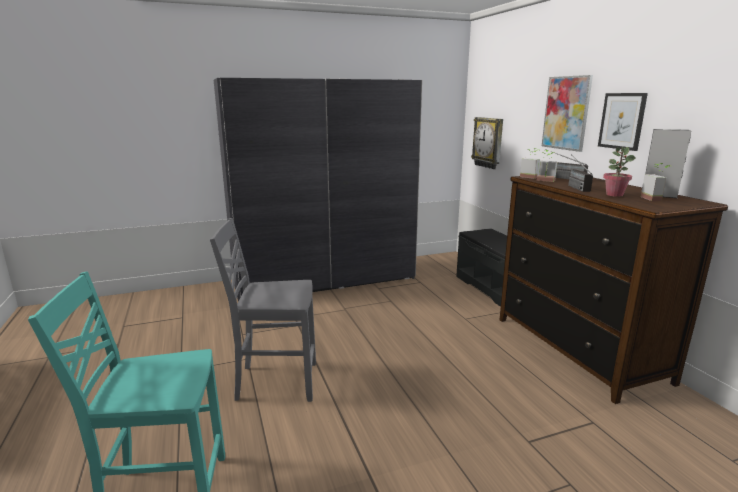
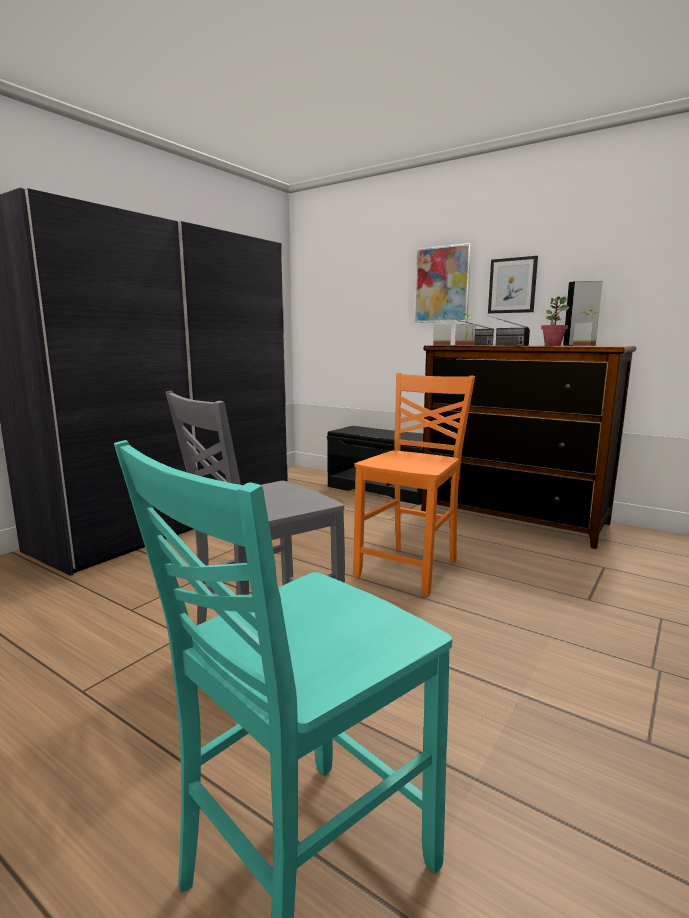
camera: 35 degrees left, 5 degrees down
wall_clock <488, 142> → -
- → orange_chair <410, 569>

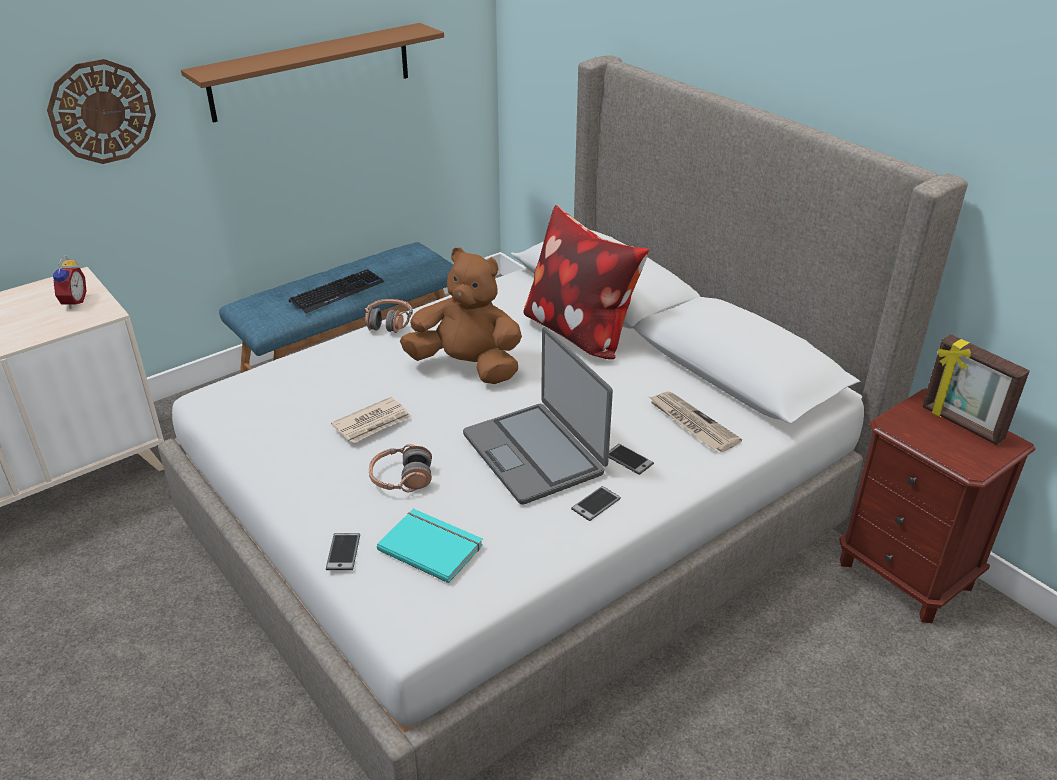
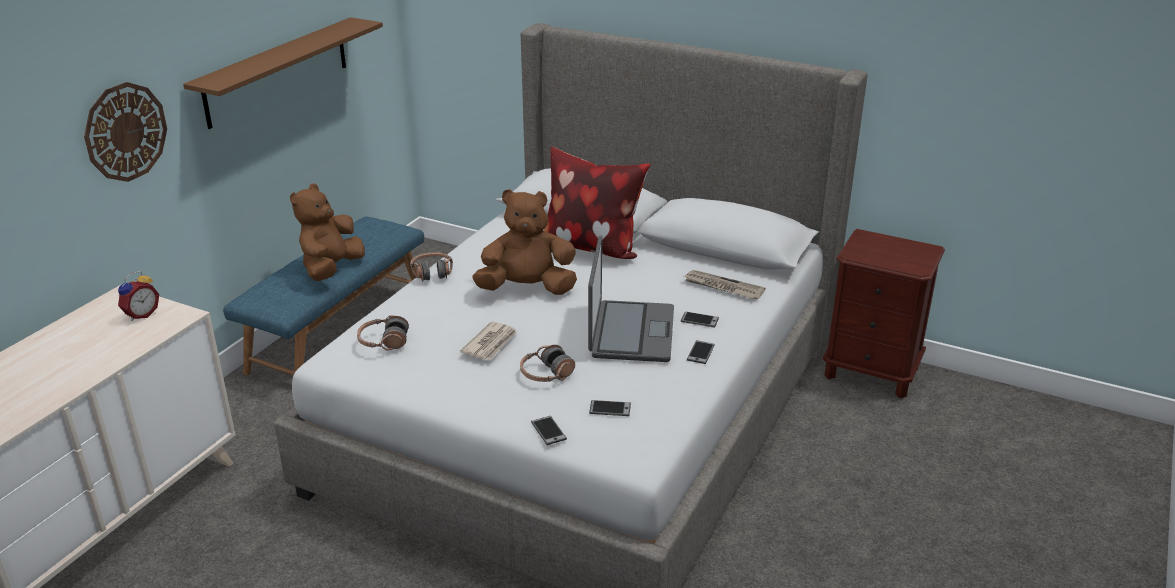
camera: 25 degrees left, 5 degrees down
alarm_clock <72, 302> → alarm_clock <141, 314>, 60 degrees clockwise
keyboard <337, 292> → brown_plush_toy <331, 269>
laptop <535, 453> → laptop <631, 333>, 120 degrees counterclockwise
picture_frame <961, 424> → -
turquoise_book <431, 546> → phone <610, 409>
- → headphones <383, 342>

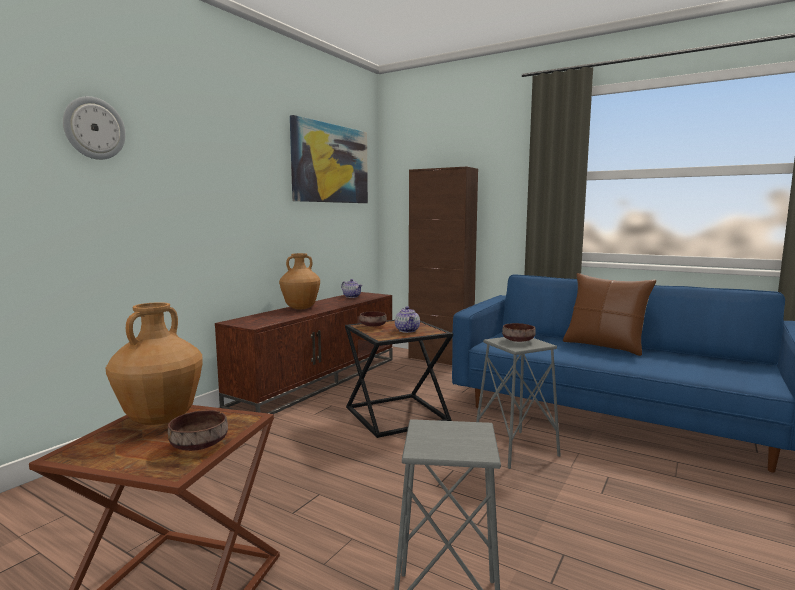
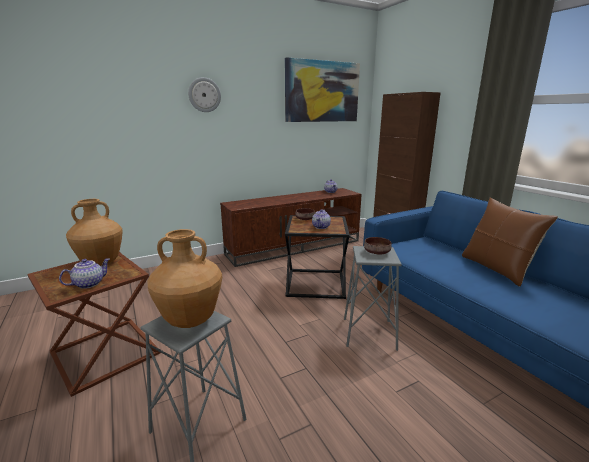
camera: 30 degrees right, 10 degrees up
wall_clock <94, 128> → wall_clock <204, 95>, moved
brown_vase <301, 308> → brown_vase <191, 320>, moved
brown_bowl <197, 445> → teapot <89, 284>

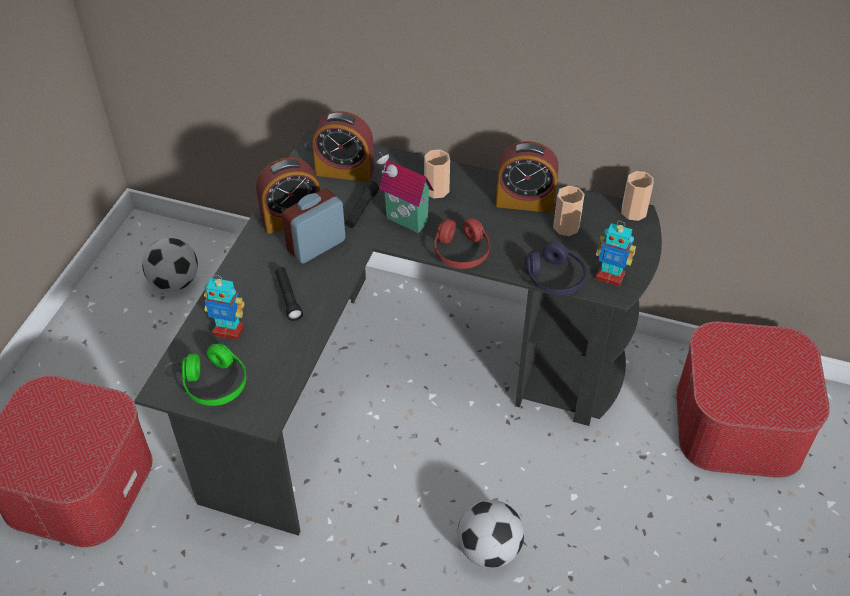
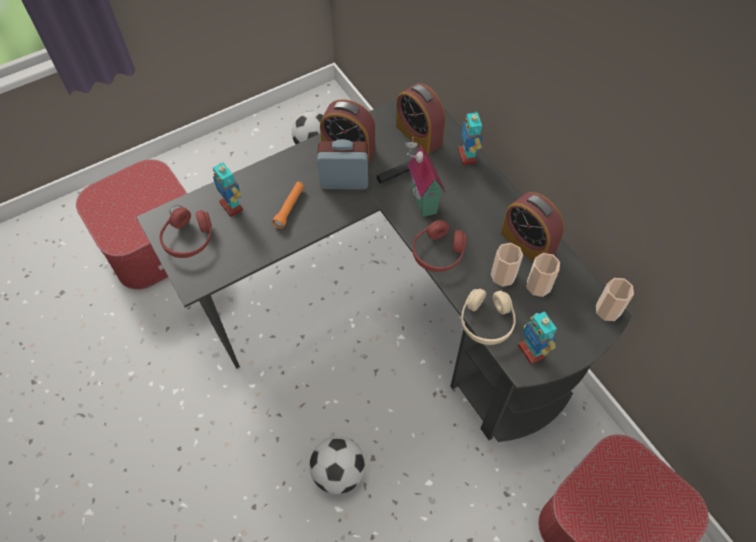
camera: 40 degrees right, 10 degrees up
cup <436, 190> → cup <503, 276>, moved
purple_headphones <555, 278> → beige_headphones <486, 322>
black_flashlight <288, 297> → orange_flashlight <289, 208>
green_headphones <215, 384> → red_headphones <188, 239>
- → toy_robot <467, 156>

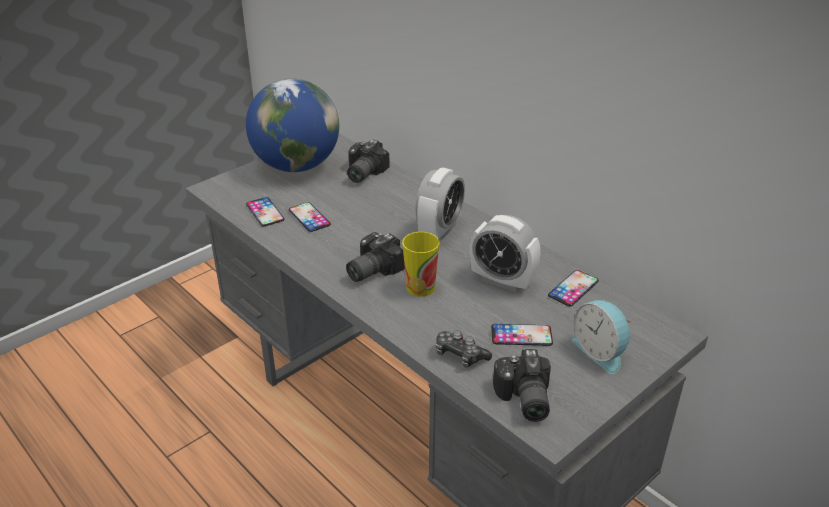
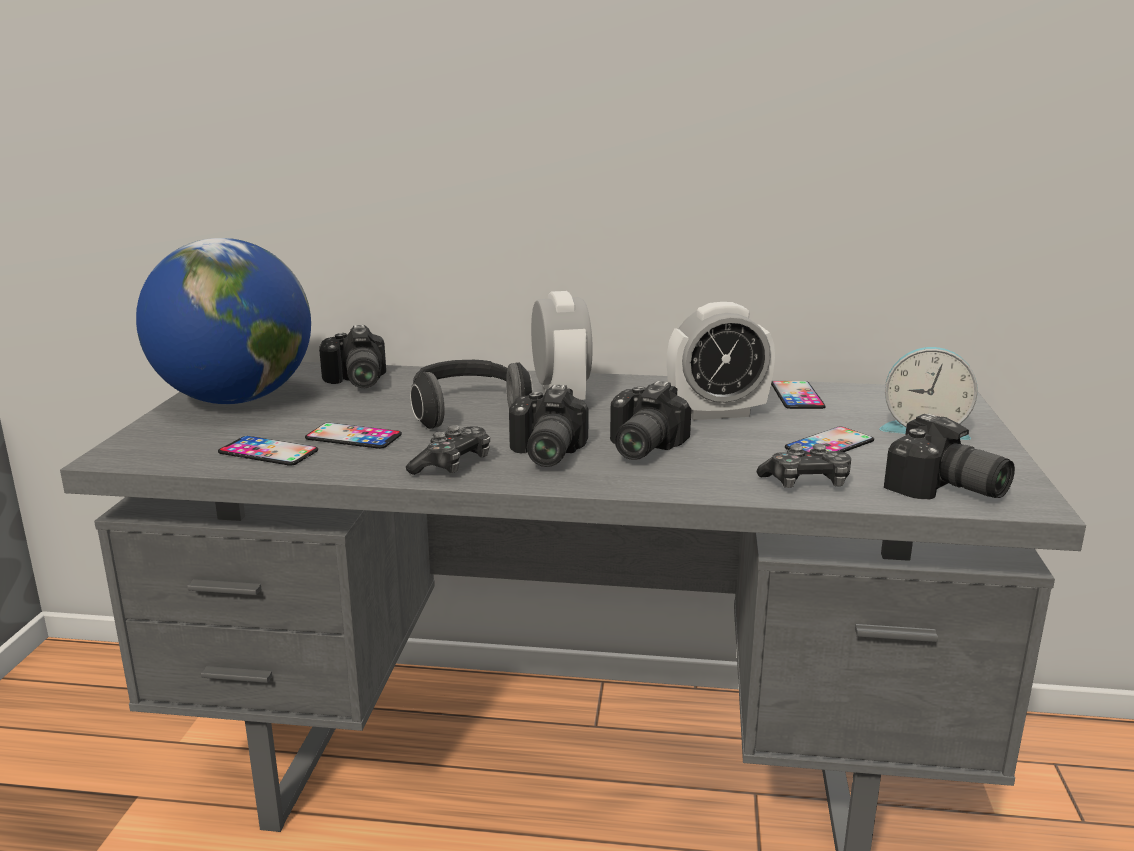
camera: 40 degrees left, 15 degrees down
cup <420, 287> → photo_camera <638, 447>
- → headphones <467, 412>
- → game_controller <452, 465>

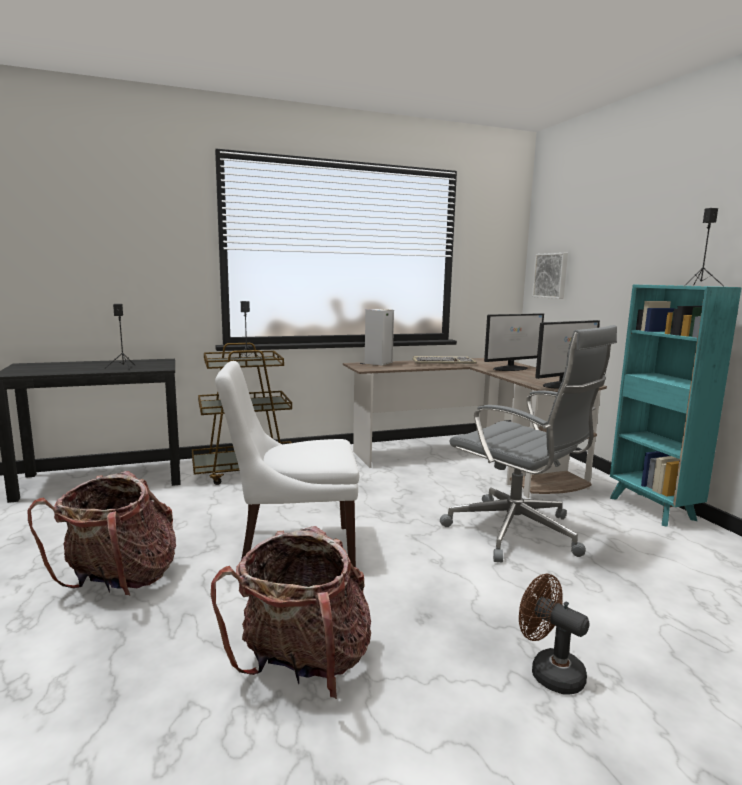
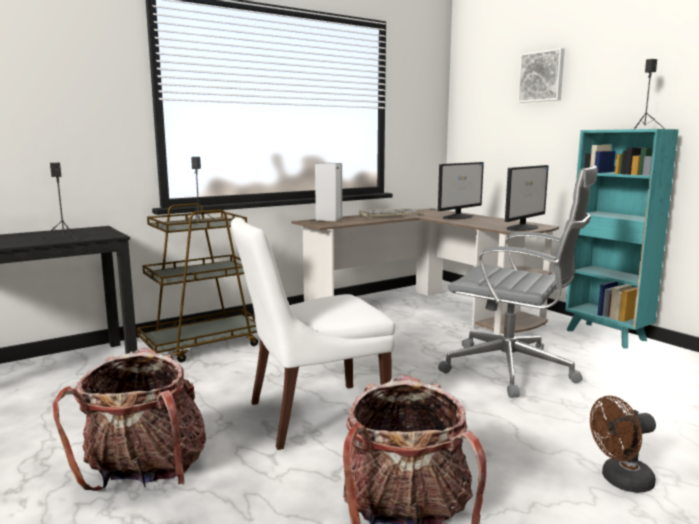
camera: 15 degrees left, 0 degrees up
picture <551, 275> → picture <541, 76>, moved
brown_fan <549, 671> → brown_fan <620, 481>, 45 degrees counterclockwise

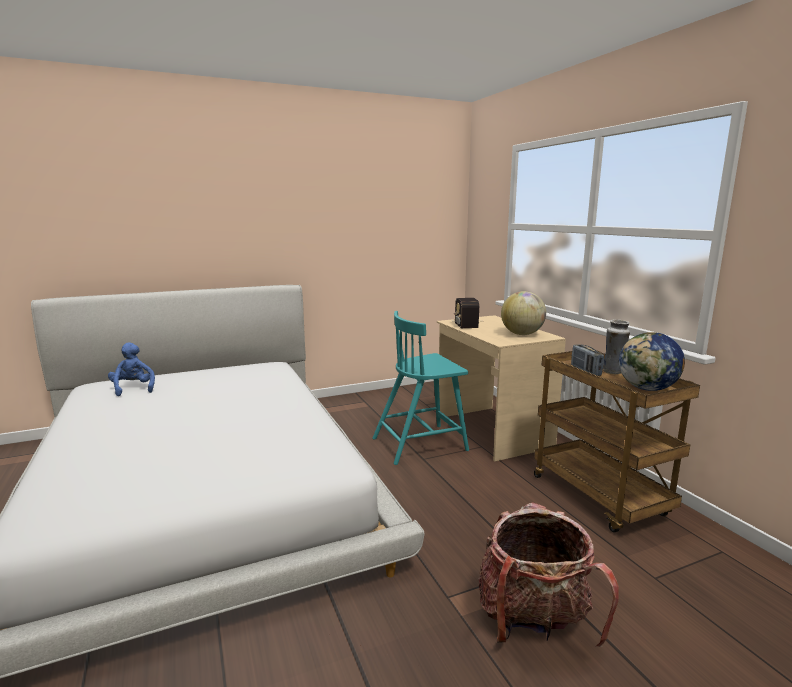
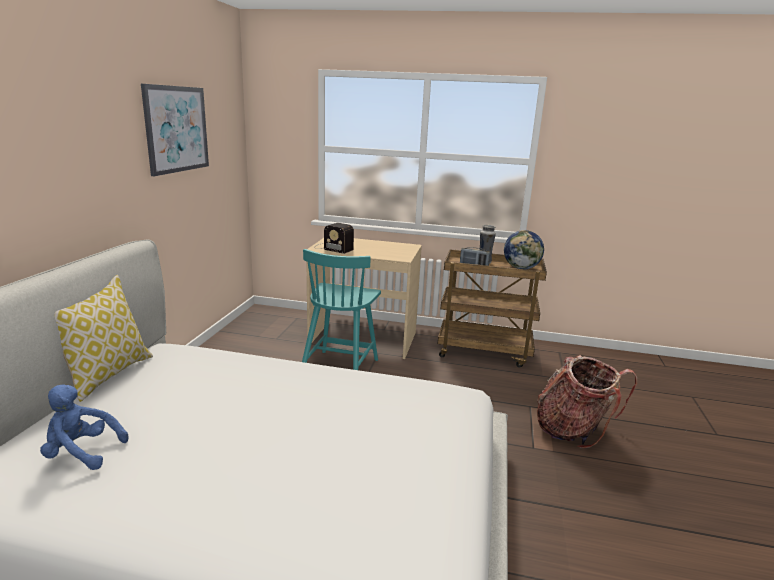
camera: 55 degrees left, 5 degrees up
globe <522, 334> → -
- → picture <176, 129>
- → pillow <107, 374>

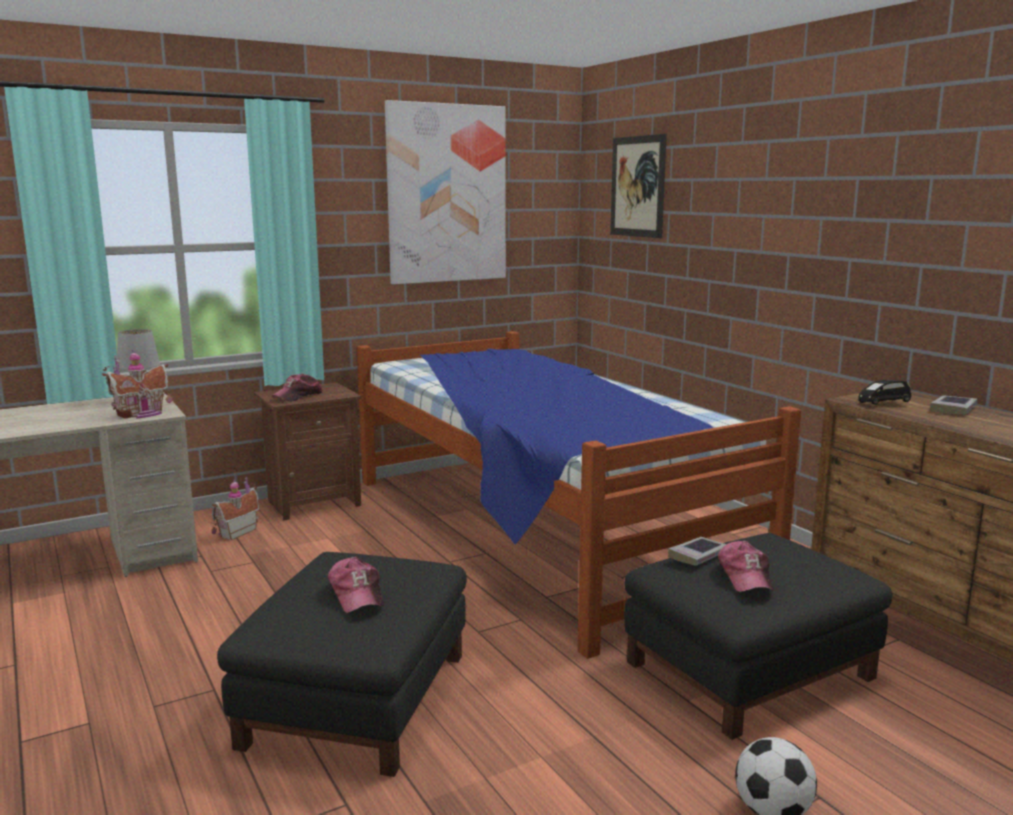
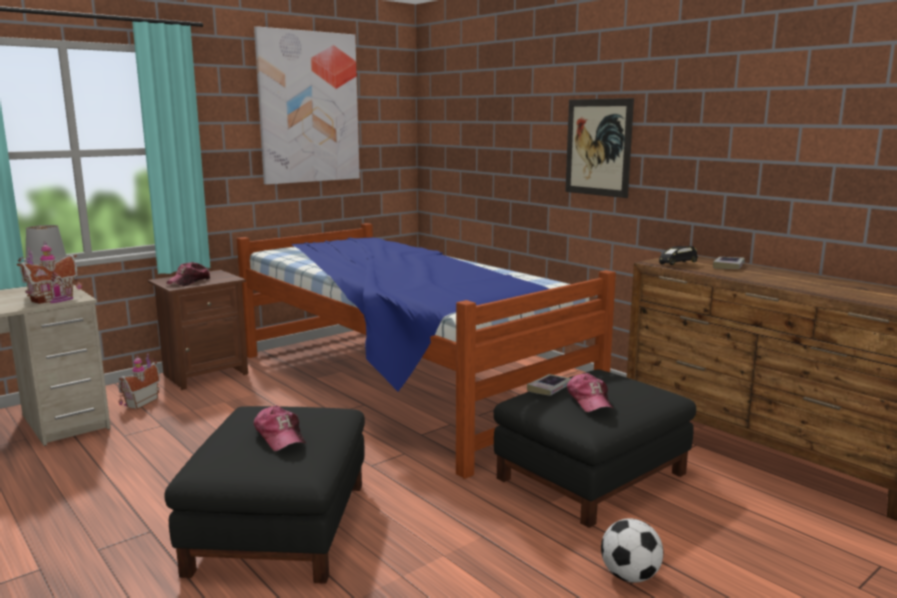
camera: 10 degrees left, 0 degrees up
picture <637, 186> → picture <598, 147>, moved

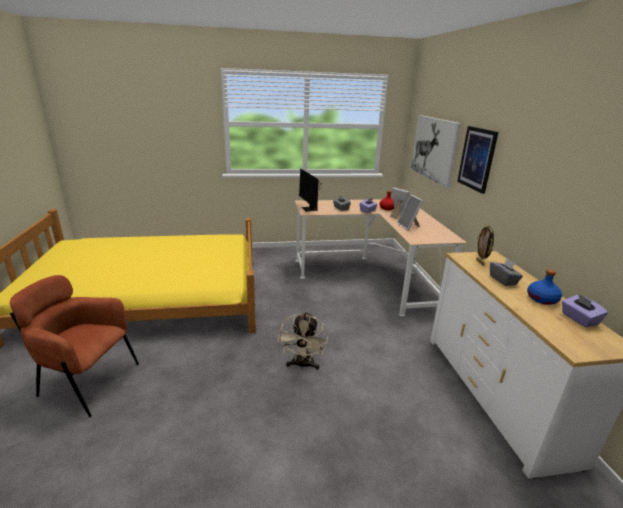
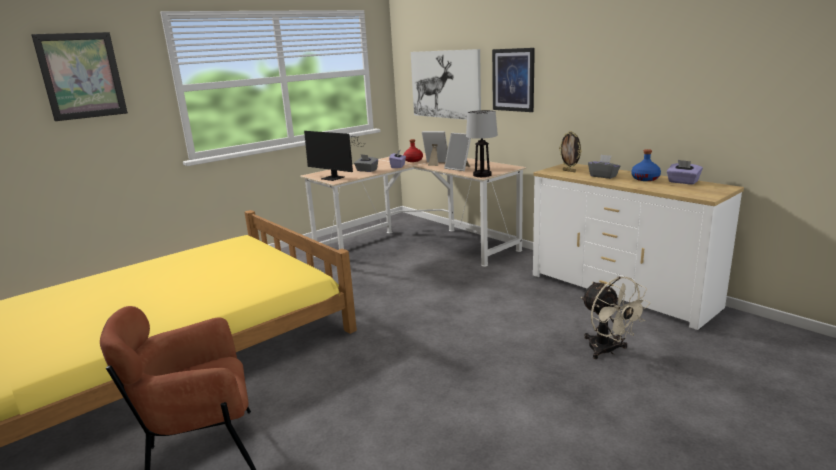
camera: 30 degrees left, 5 degrees down
beige_fan <302, 365> → beige_fan <607, 351>, moved
- → picture <82, 76>
- → table_lamp <482, 175>

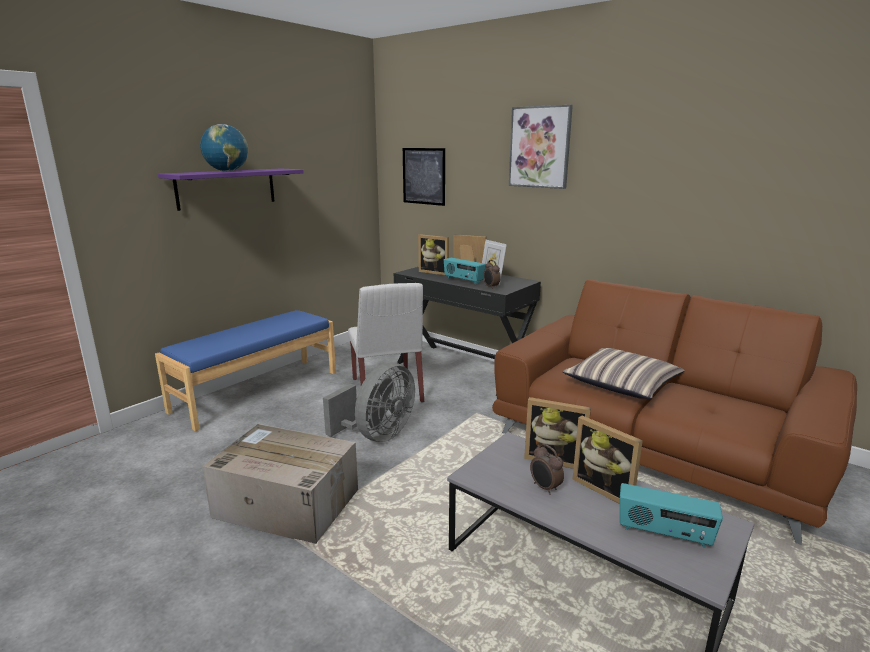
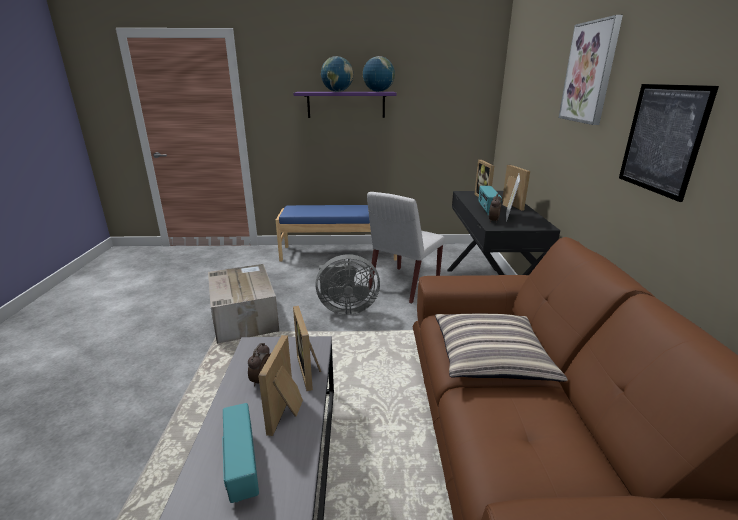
camera: 50 degrees right, 5 degrees up
picture <423, 176> → picture <662, 139>, moved
- → globe <378, 91>

